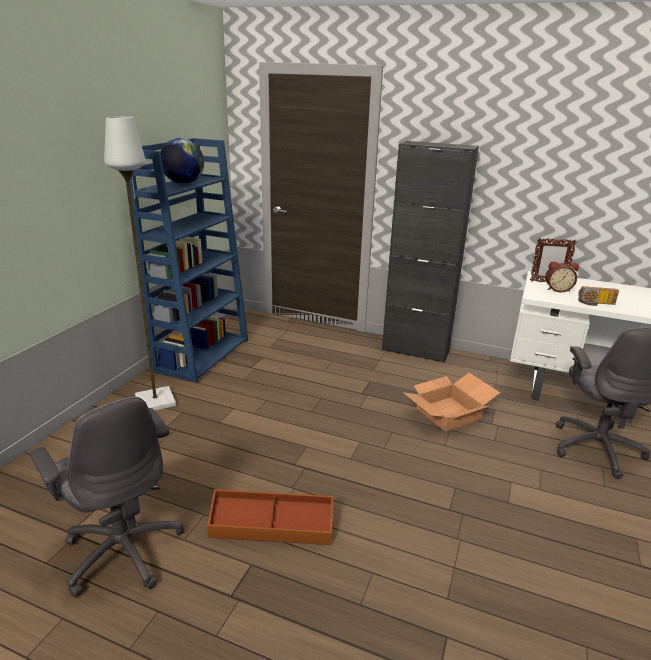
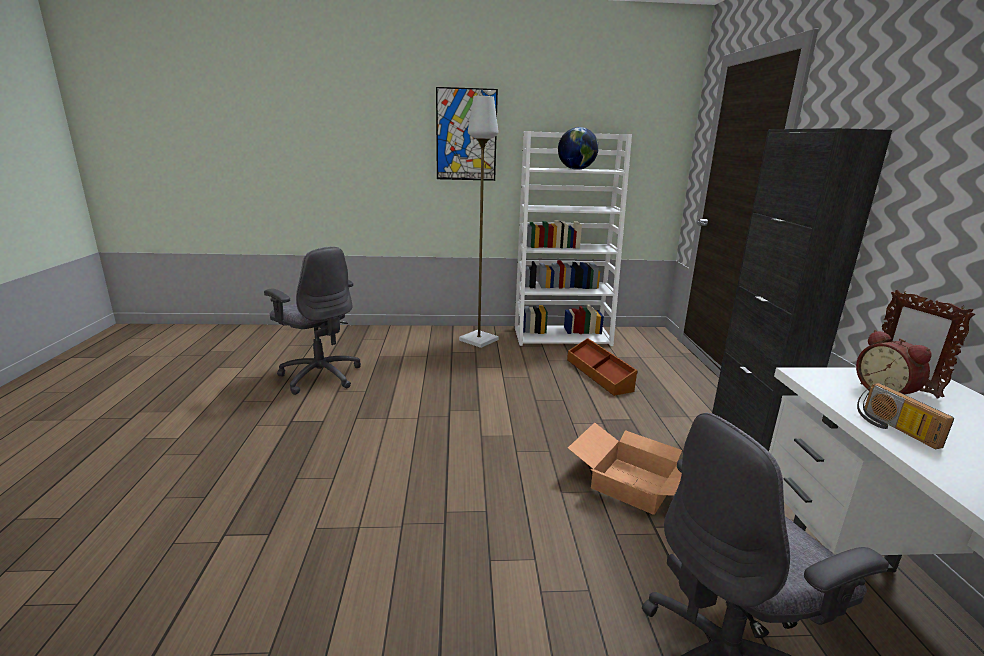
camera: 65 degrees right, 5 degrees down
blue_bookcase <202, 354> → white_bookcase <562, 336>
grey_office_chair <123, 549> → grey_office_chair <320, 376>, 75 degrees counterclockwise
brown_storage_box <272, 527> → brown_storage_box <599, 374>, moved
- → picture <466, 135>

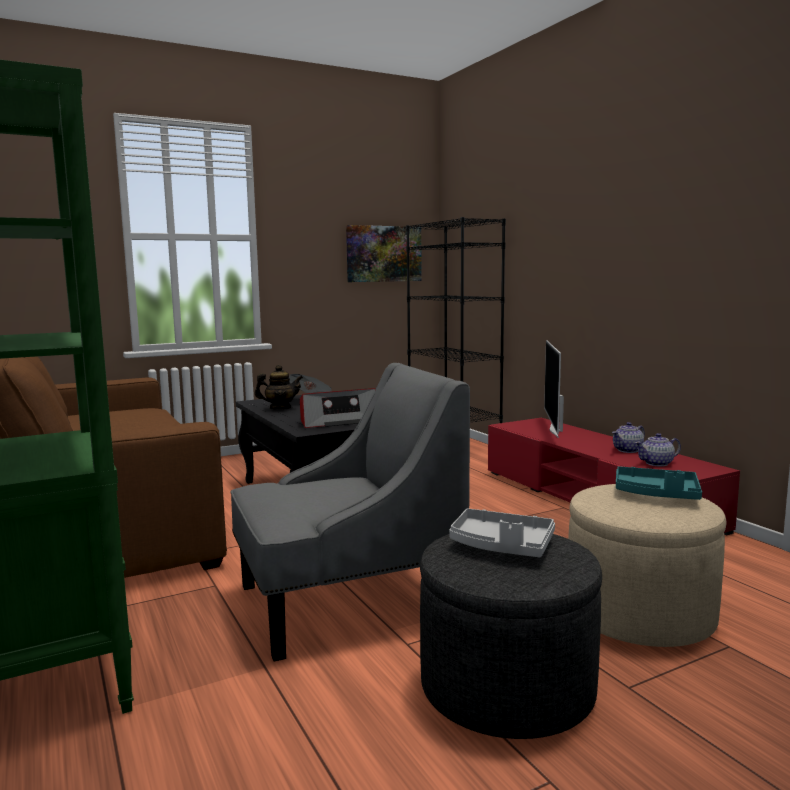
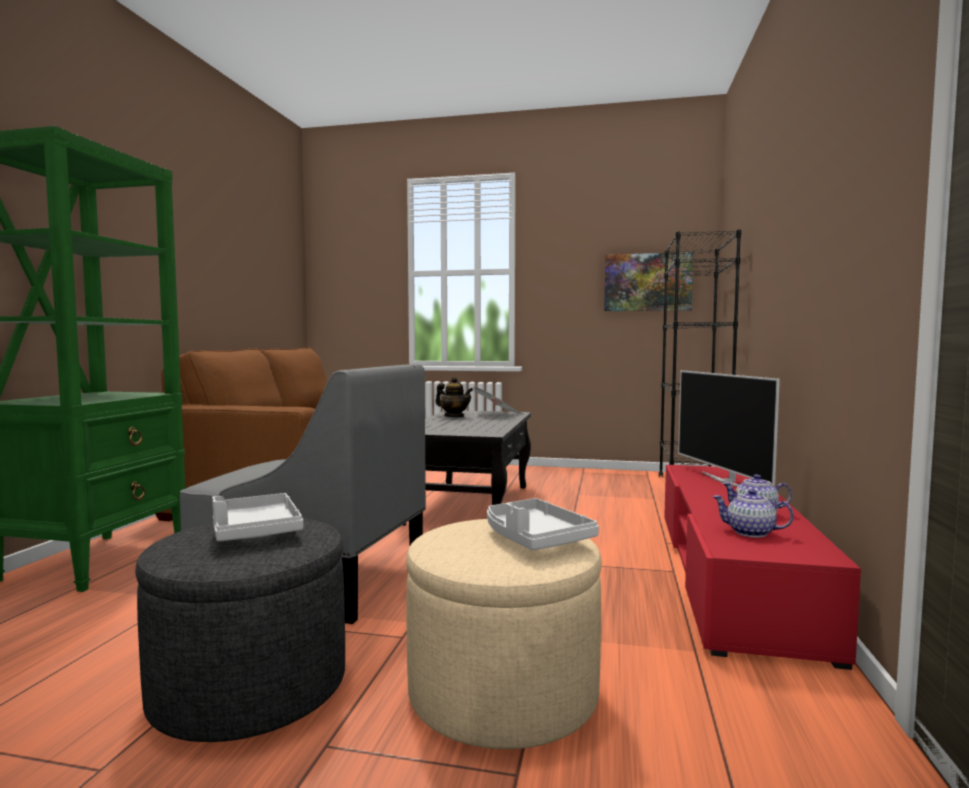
camera: 40 degrees right, 5 degrees down
television <556, 430> → television <726, 481>, 60 degrees counterclockwise
radio <338, 421> → -
turquoise_tray <656, 494> → grey_tray <534, 539>

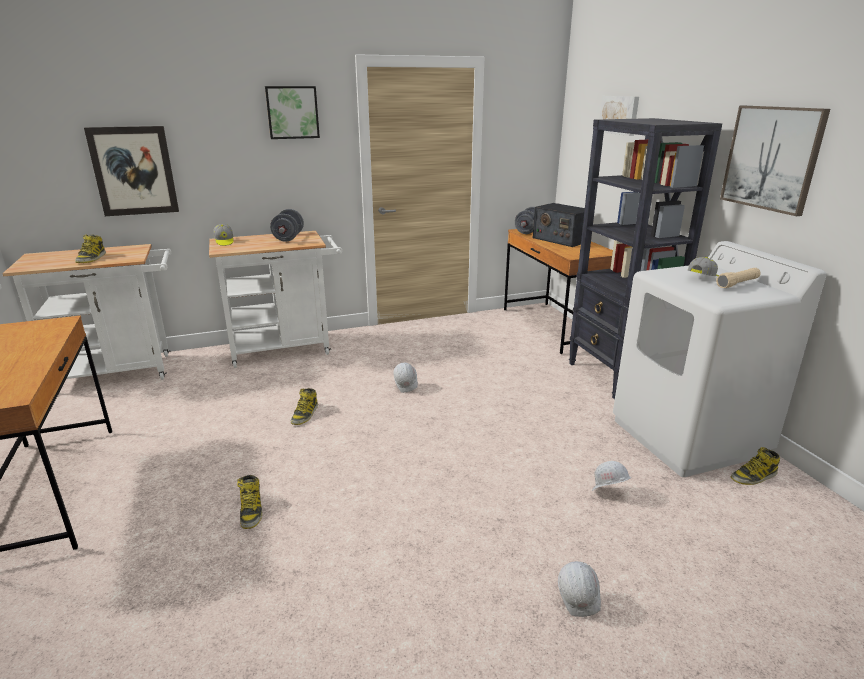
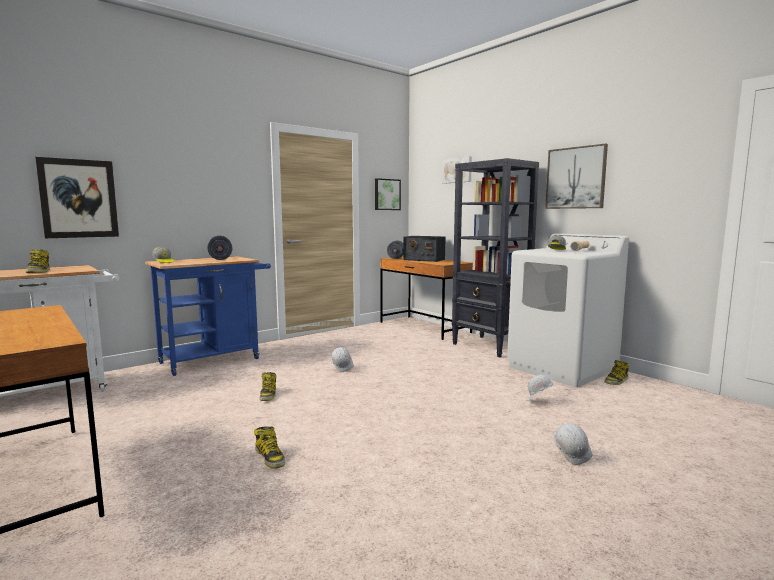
camera: 20 degrees left, 15 degrees down
picture <292, 112> → picture <386, 194>, moved
white_cart <287, 348> → blue_cart <215, 359>

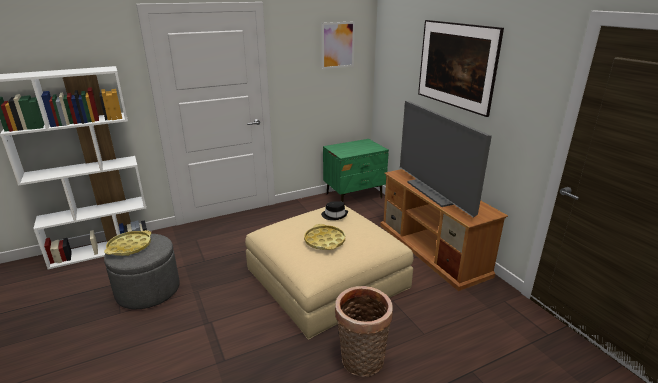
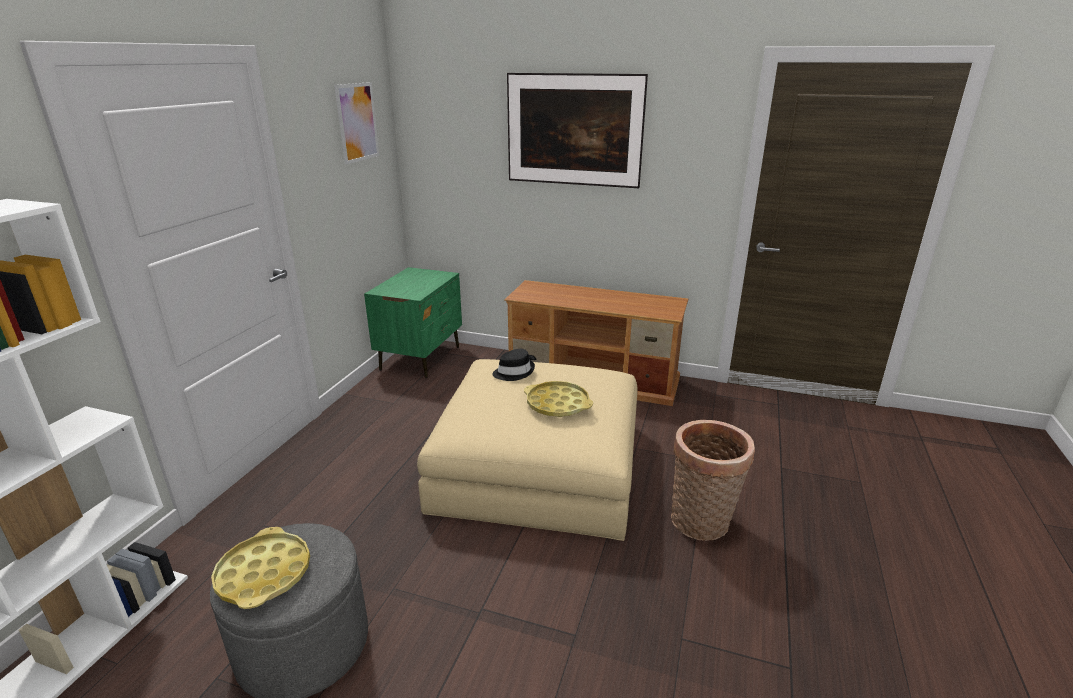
camera: 45 degrees left, 0 degrees up
television <436, 192> → -

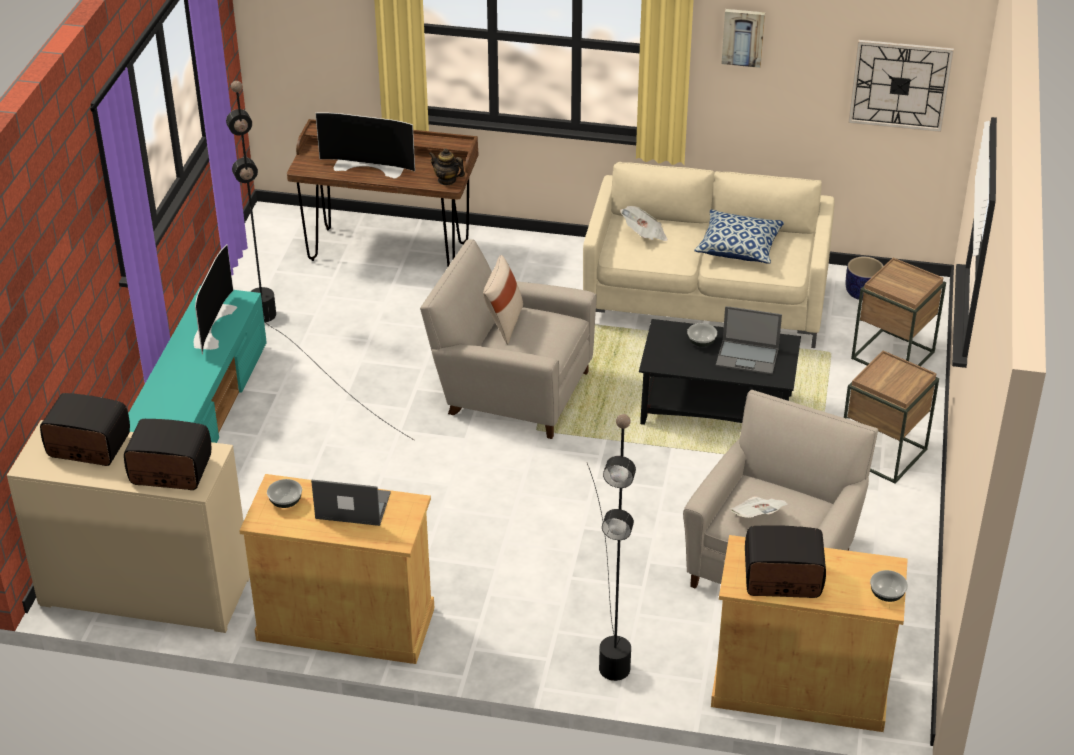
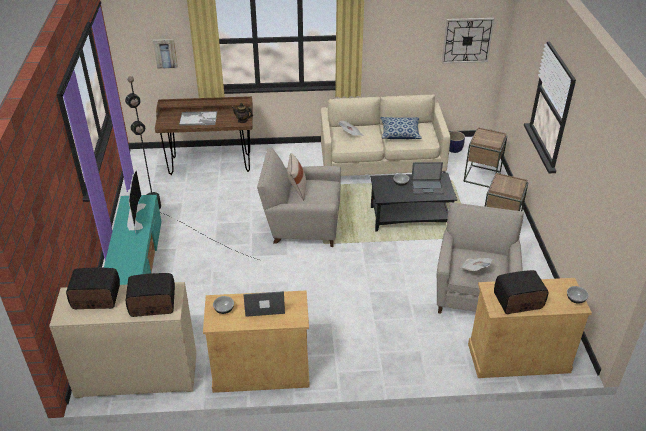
camera: 15 degrees left, 0 degrees up
picture <743, 37> → picture <165, 53>, moved
television <370, 166> → tray <198, 119>
black_floor_lamp <608, 606> → -

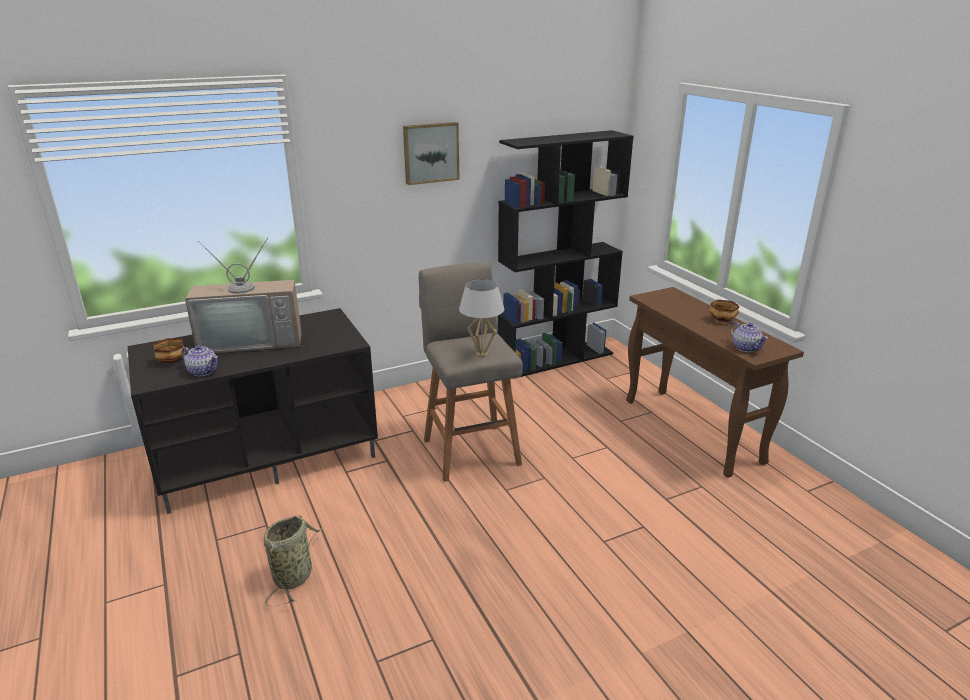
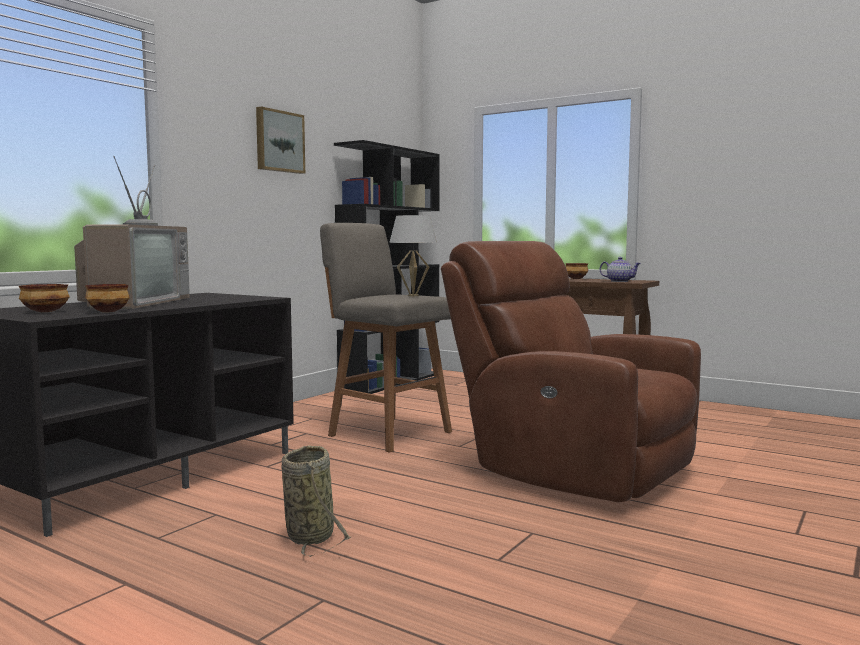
camera: 30 degrees left, 20 degrees down
television <252, 340> → television <135, 302>, 45 degrees counterclockwise
teapot <203, 371> → bowl <108, 311>
- → brown_armchair <571, 470>

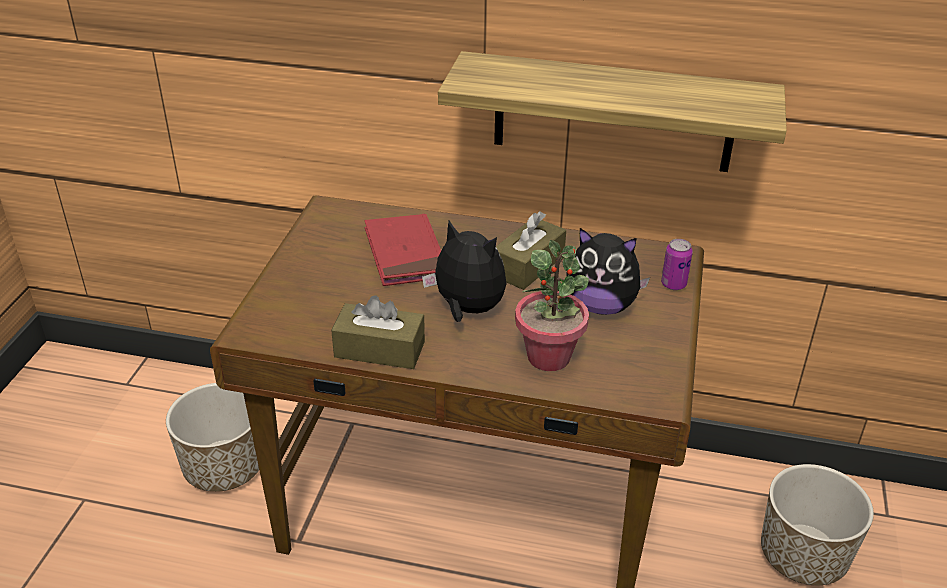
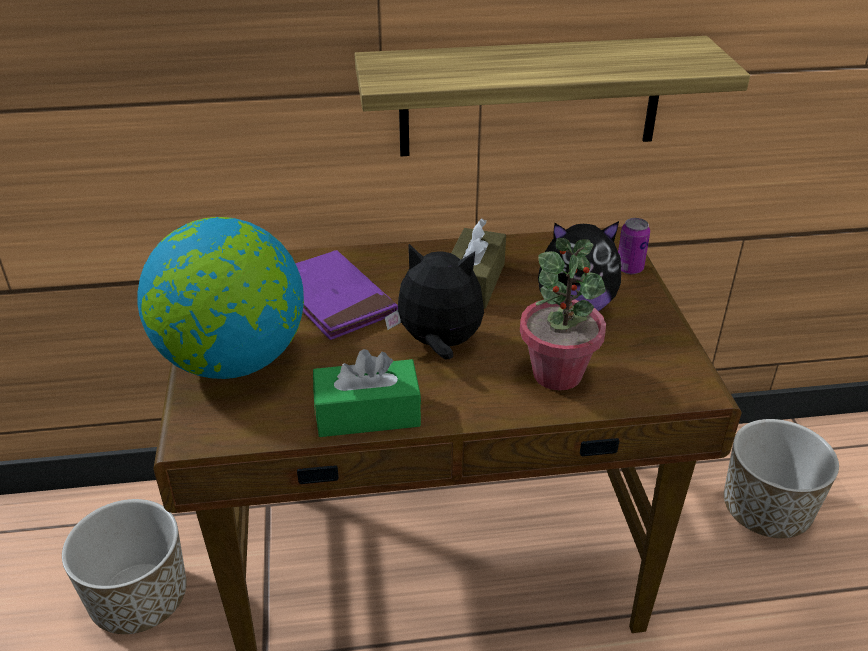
camera: 20 degrees left, 0 degrees up
red_book <405, 254> → purple_book <334, 299>
brown_tissue_box <379, 349> → green_tissue_box <367, 414>
- → globe <233, 360>

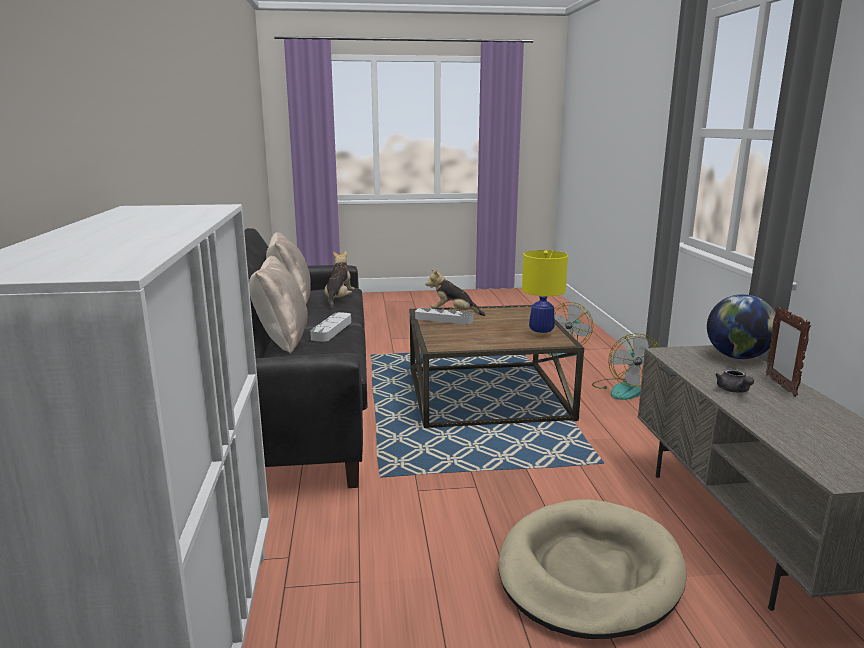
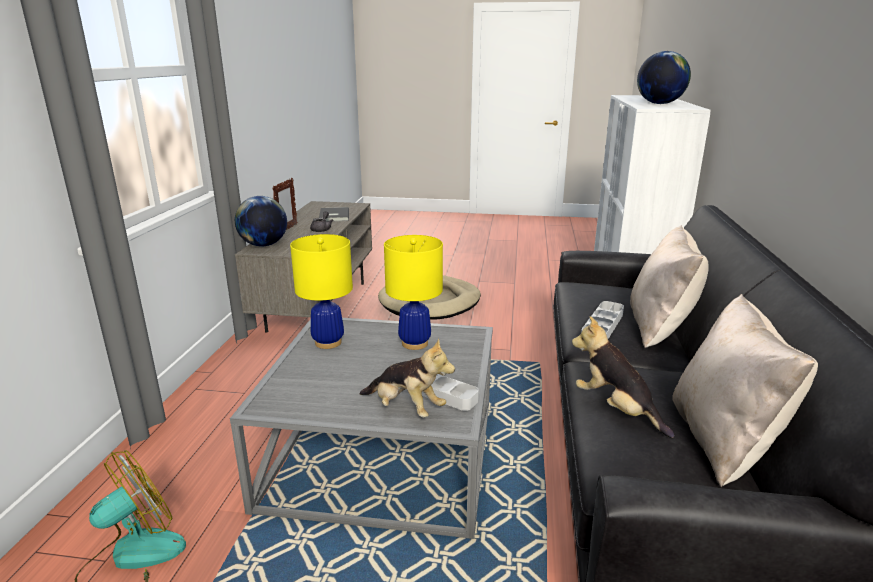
camera: 165 degrees left, 5 degrees up
plush_toy <339, 300> → plush_toy <616, 409>, 120 degrees clockwise
brown_coffee_table <485, 393> → grey_coffee_table <384, 452>
fan <624, 389> → -
- → globe <659, 104>
- → grey_book <333, 216>
- → yellow_table_lamp <414, 343>

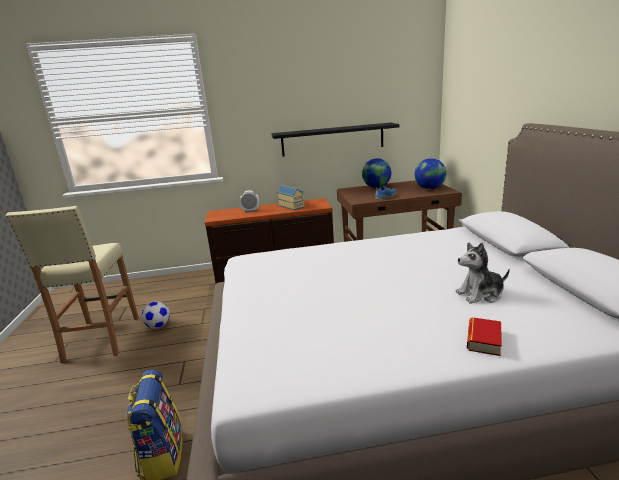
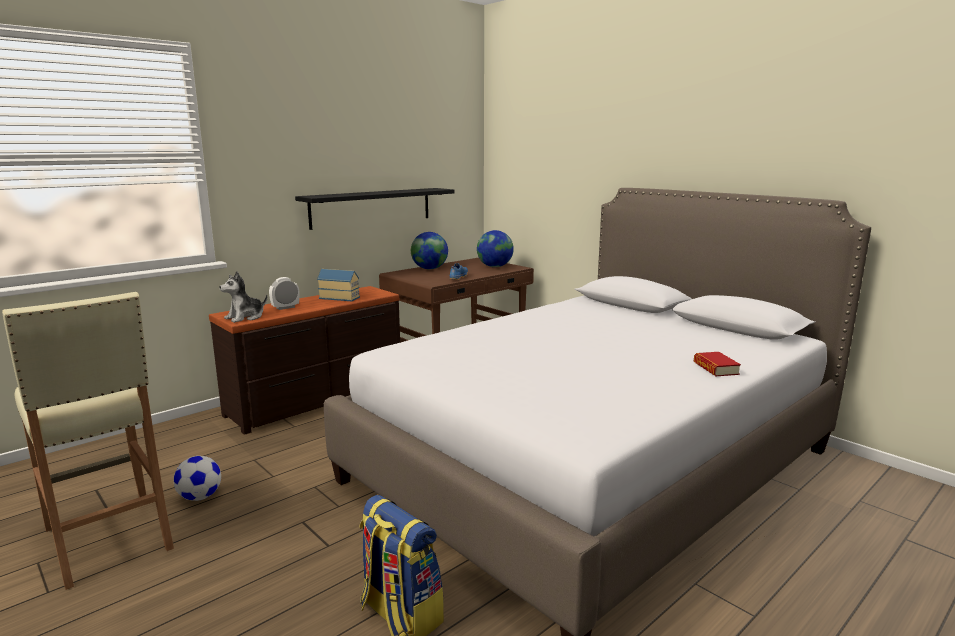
camera: 35 degrees left, 5 degrees down
plush_toy <480, 294> → plush_toy <245, 317>, moved

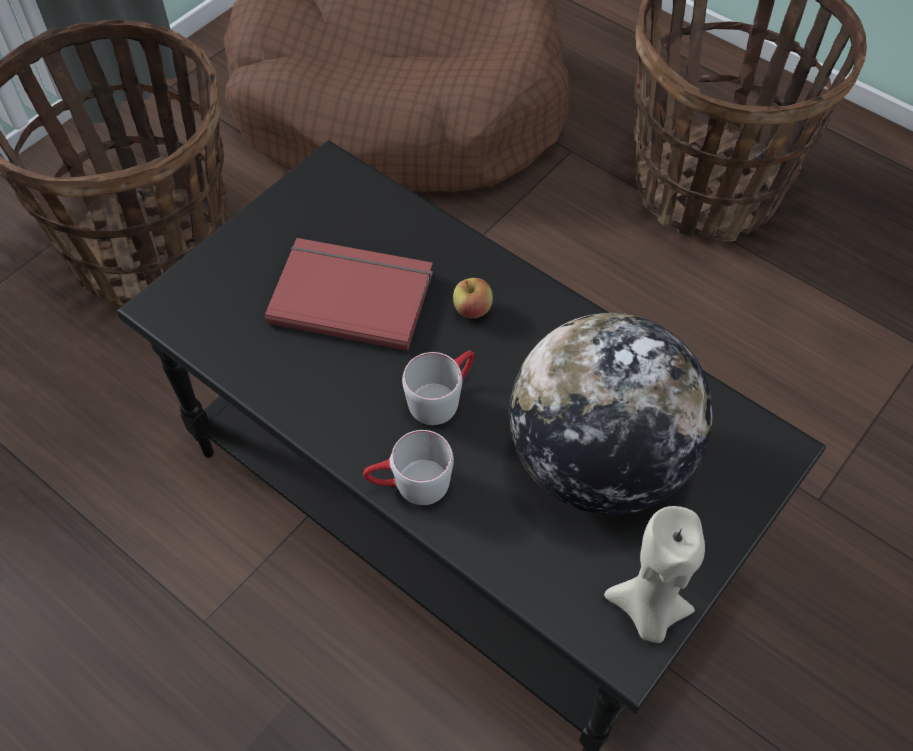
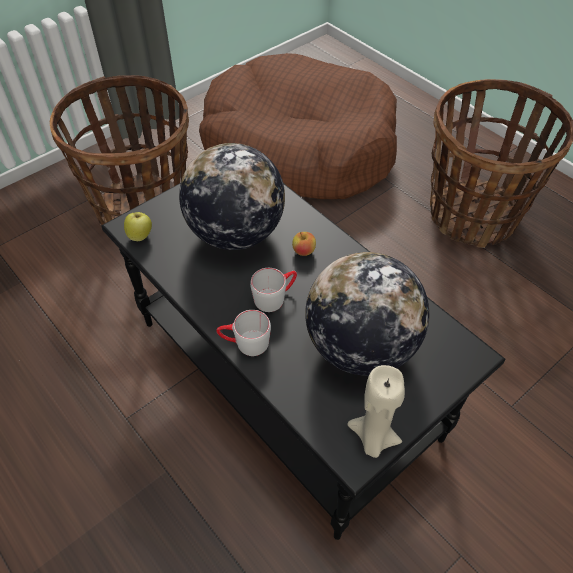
camera: 10 degrees right, 5 degrees down
red_book <351, 294> → globe <235, 233>
- → apple <140, 236>

